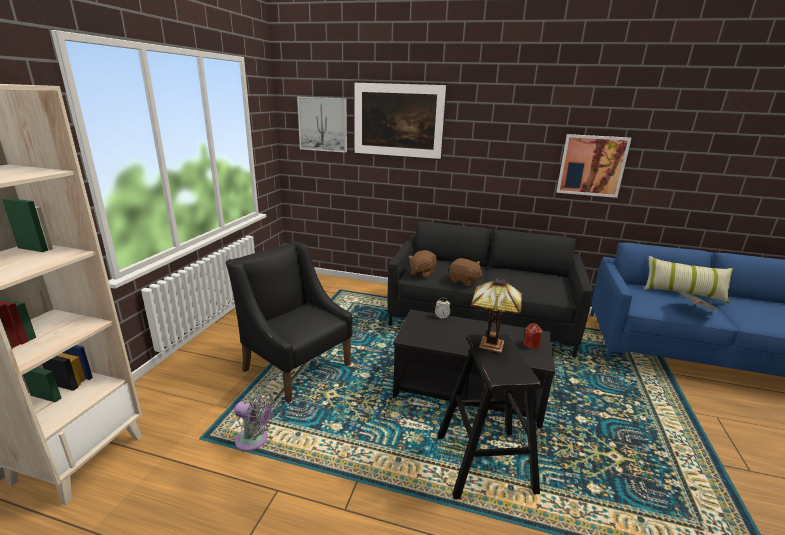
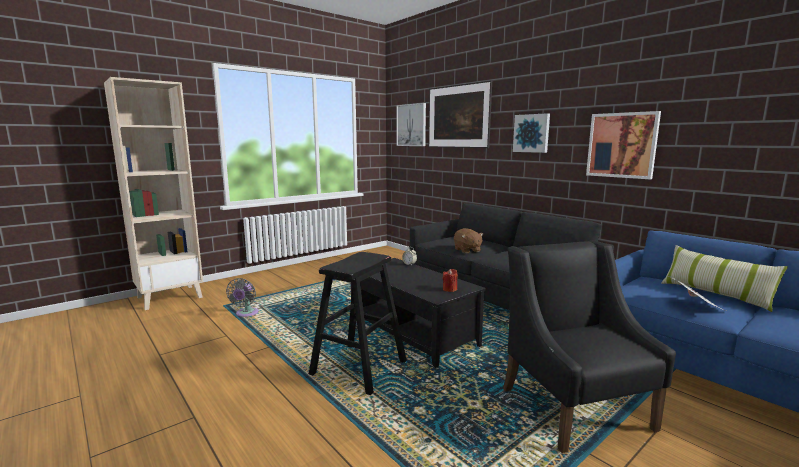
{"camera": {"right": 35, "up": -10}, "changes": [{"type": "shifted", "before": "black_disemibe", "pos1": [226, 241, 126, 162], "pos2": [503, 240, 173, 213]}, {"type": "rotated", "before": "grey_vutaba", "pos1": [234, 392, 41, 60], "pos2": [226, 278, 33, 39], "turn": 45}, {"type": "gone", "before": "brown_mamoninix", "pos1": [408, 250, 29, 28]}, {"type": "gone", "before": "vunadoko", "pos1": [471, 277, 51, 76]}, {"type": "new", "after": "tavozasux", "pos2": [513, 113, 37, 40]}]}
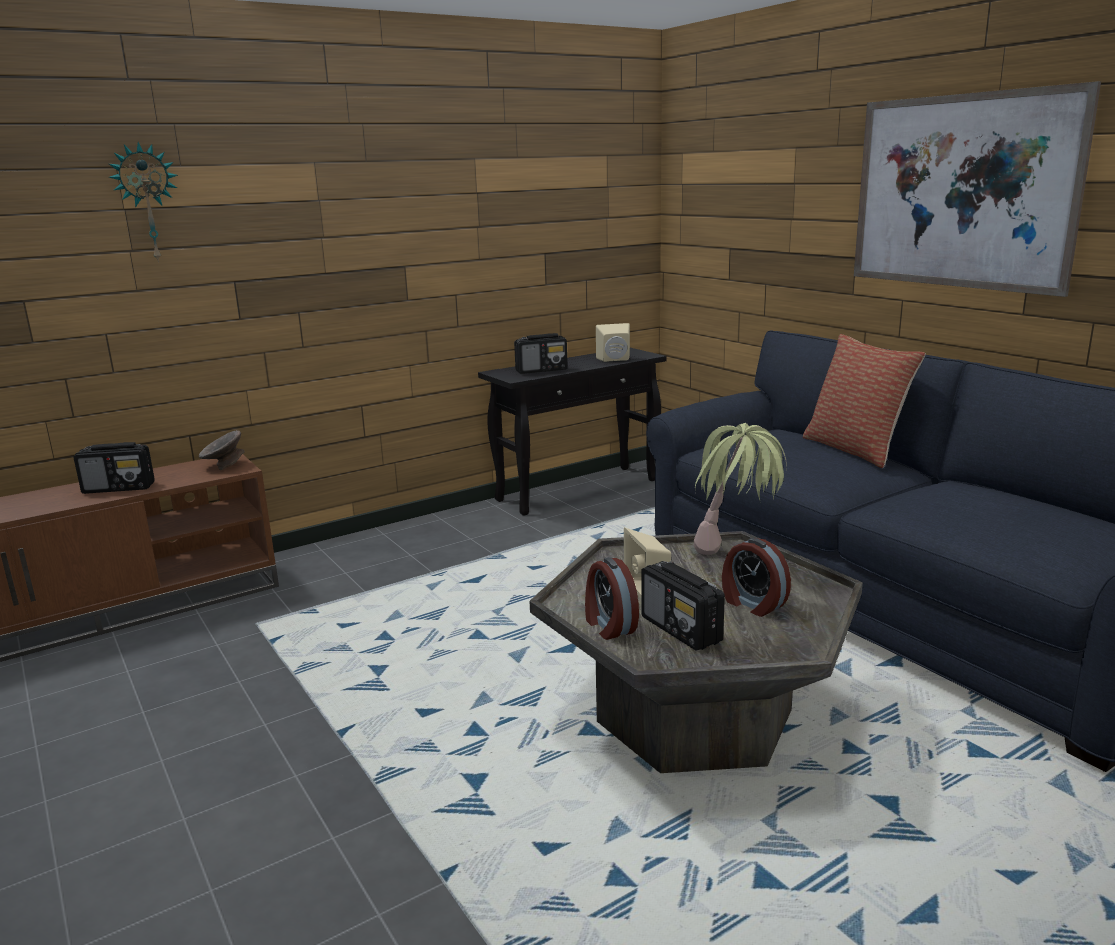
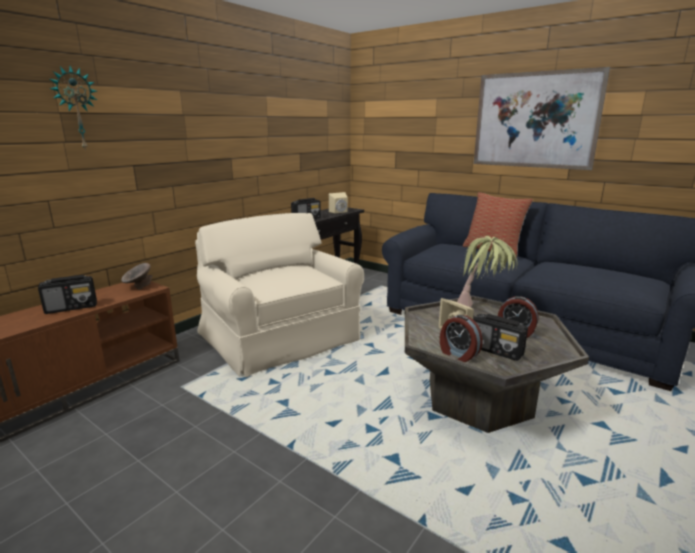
{"camera": {"right": -20, "up": 0}, "changes": [{"type": "new", "after": "beige_disemibe", "pos2": [195, 213, 169, 164]}]}
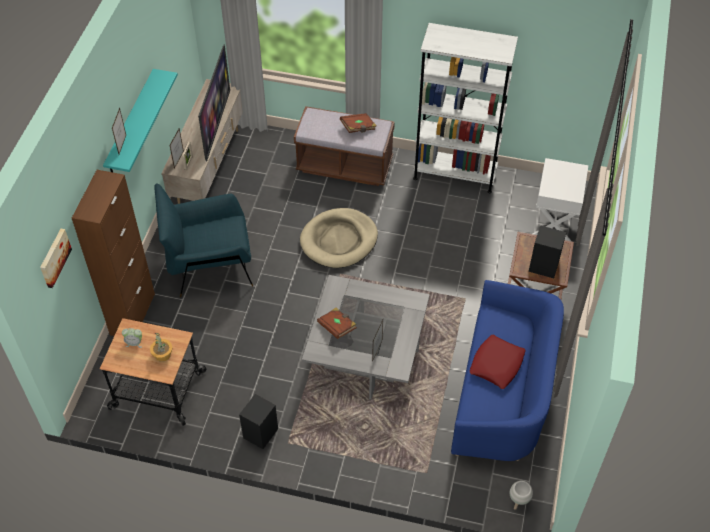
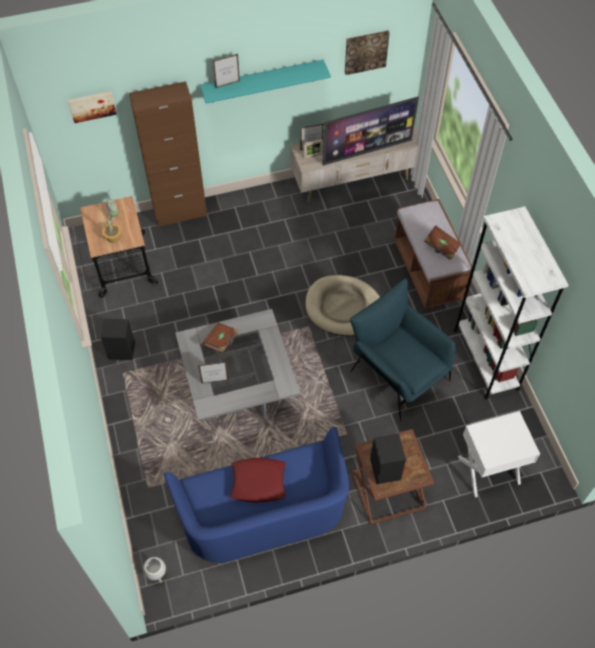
{"camera": {"right": 60, "up": 5}, "changes": [{"type": "shifted", "before": "blue_disemibe", "pos1": [154, 183, 99, 114], "pos2": [350, 278, 106, 143]}, {"type": "new", "after": "tavozasux", "pos2": [345, 30, 45, 45]}]}
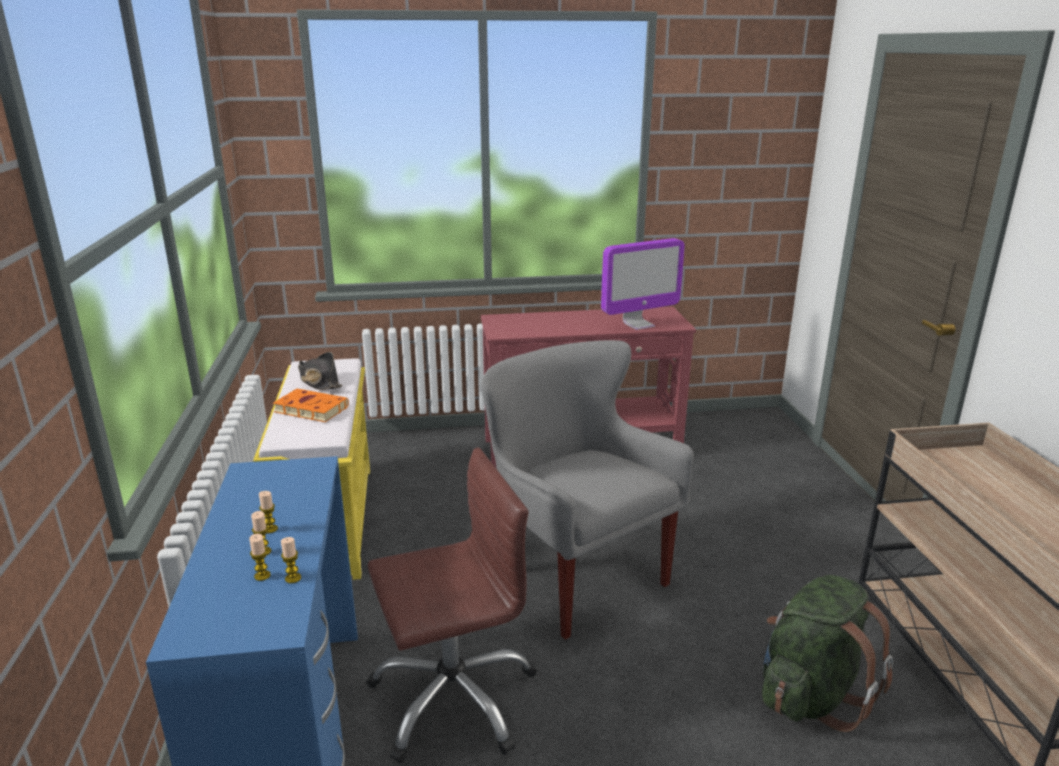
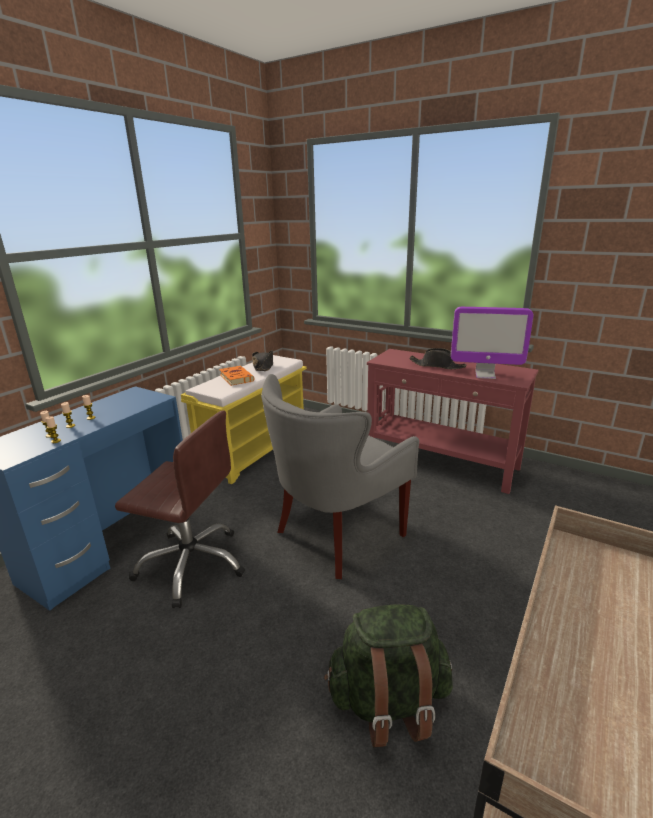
{"camera": {"right": 40, "up": 0}, "changes": [{"type": "rotated", "before": "grey_disemibe", "pos1": [481, 340, 213, 300], "pos2": [261, 374, 158, 205], "turn": -135}, {"type": "new", "after": "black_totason", "pos2": [410, 348, 56, 21]}]}
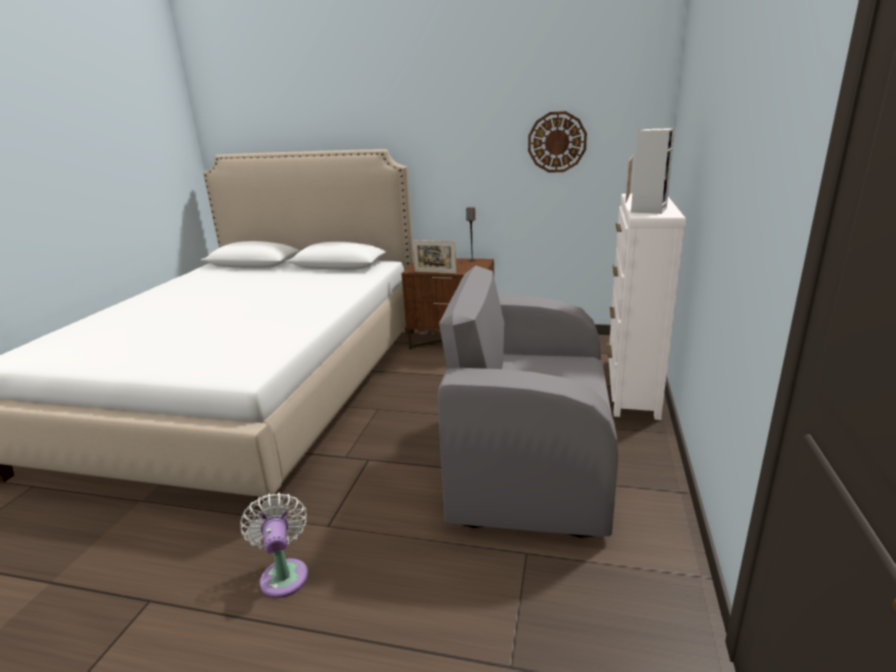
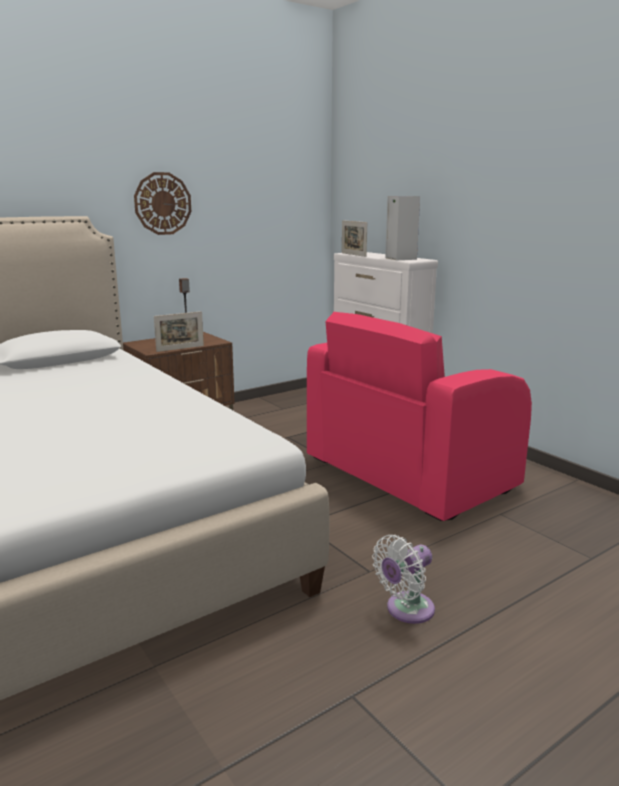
{"camera": {"right": -50, "up": -5}, "changes": [{"type": "rotated", "before": "white_vutaba", "pos1": [240, 493, 68, 105], "pos2": [372, 535, 63, 89], "turn": -60}, {"type": "repainted", "before": "grey_disemibe", "after": "pink_disemibe", "pos1": [438, 265, 180, 273], "pos2": [307, 312, 225, 209]}, {"type": "shifted", "before": "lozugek", "pos1": [528, 111, 59, 61], "pos2": [134, 172, 57, 63]}]}
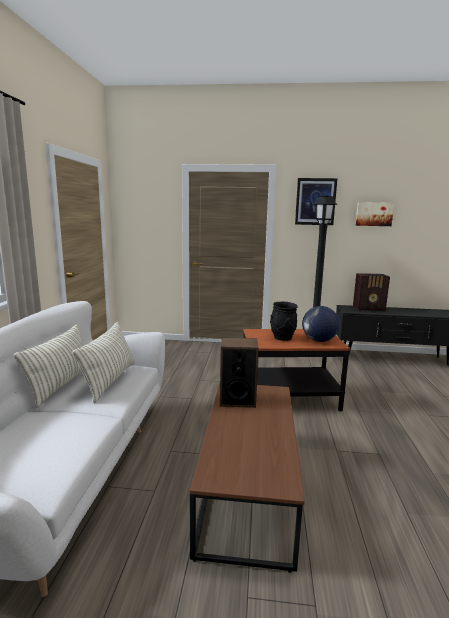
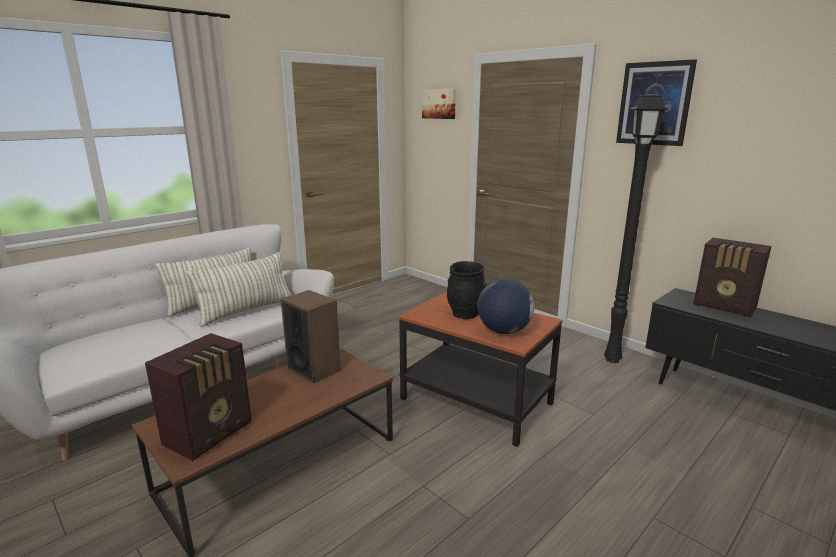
{"camera": {"right": 40, "up": 5}, "changes": [{"type": "shifted", "before": "tavozasux", "pos1": [355, 202, 39, 24], "pos2": [422, 89, 34, 30]}, {"type": "new", "after": "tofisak", "pos2": [145, 333, 107, 128]}]}
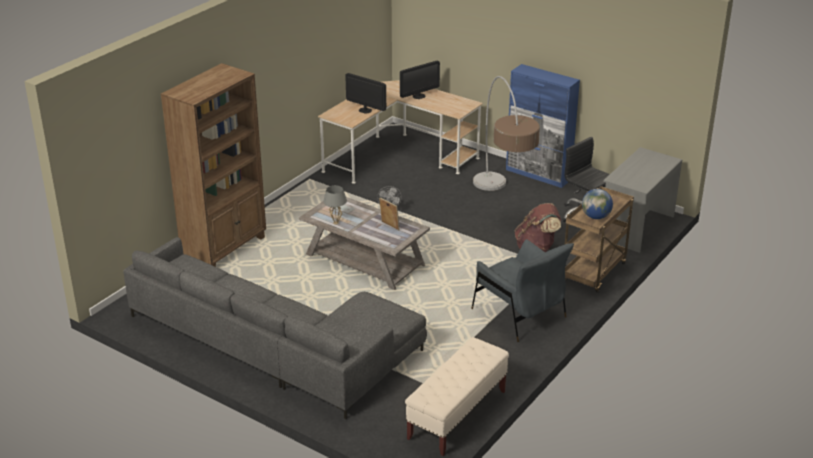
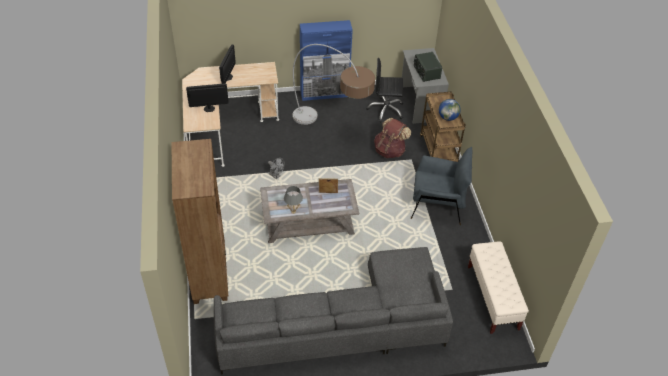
{"camera": {"right": -45, "up": 15}, "changes": [{"type": "new", "after": "tofisak", "pos2": [414, 52, 28, 30]}]}
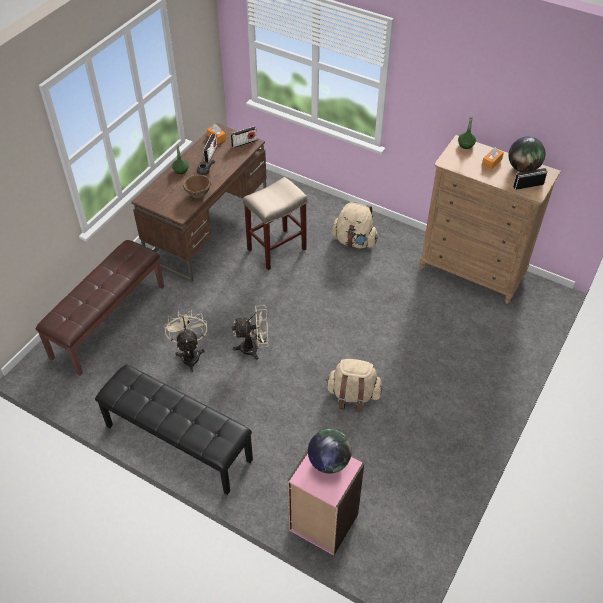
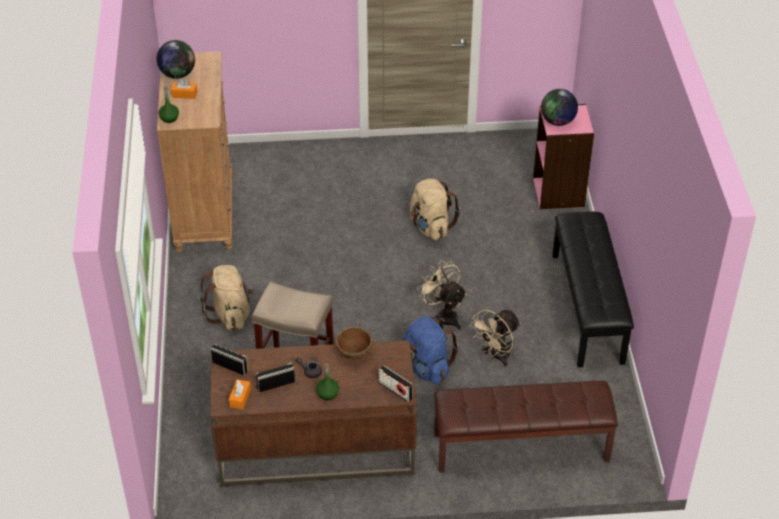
{"camera": {"right": -125, "up": -5}, "changes": [{"type": "shifted", "before": "tofisak", "pos1": [513, 167, 35, 23], "pos2": [379, 365, 34, 37]}, {"type": "new", "after": "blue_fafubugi", "pos2": [403, 317, 56, 67]}]}
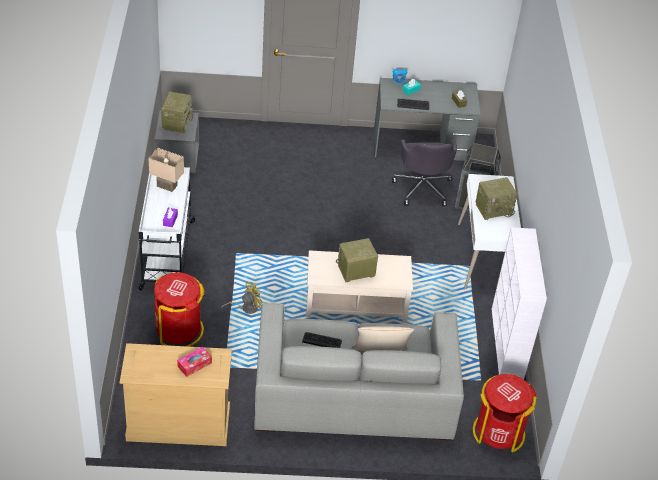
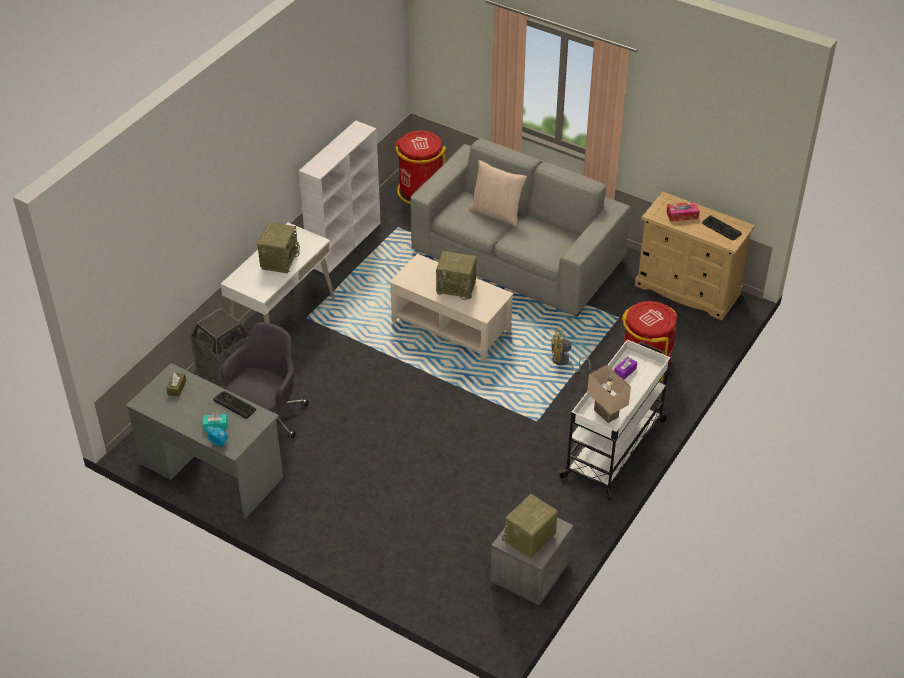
{"camera": {"right": -145, "up": 0}, "changes": [{"type": "shifted", "before": "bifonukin", "pos1": [302, 332, 40, 16], "pos2": [702, 215, 40, 25]}, {"type": "rotated", "before": "tofisak", "pos1": [476, 177, 42, 43], "pos2": [257, 222, 43, 51], "turn": 90}]}
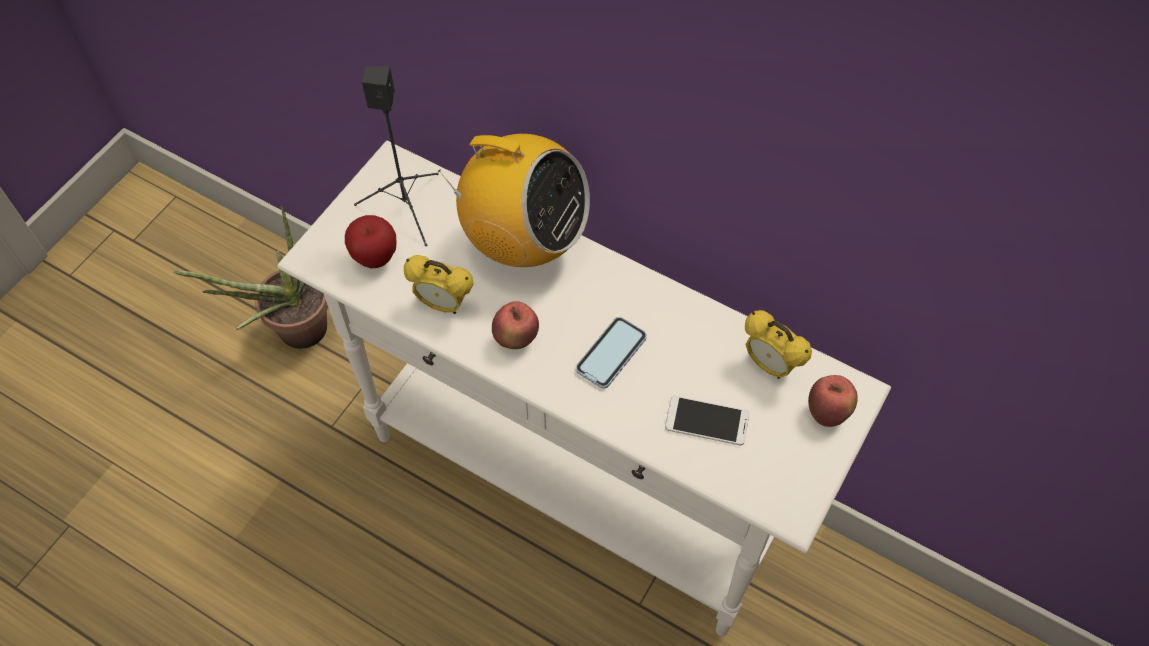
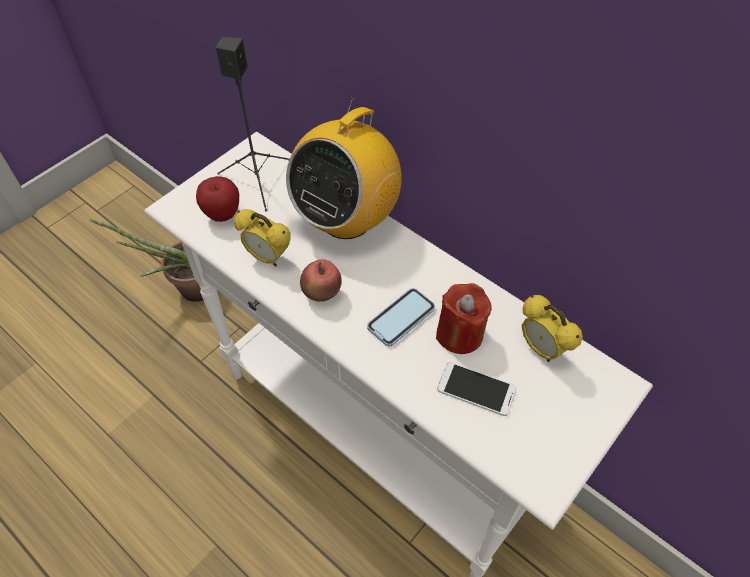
{"camera": {"right": 10, "up": -5}, "changes": [{"type": "rotated", "before": "tofisak", "pos1": [438, 134, 152, 133], "pos2": [286, 97, 116, 142], "turn": 90}, {"type": "gone", "before": "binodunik", "pos1": [808, 375, 50, 52]}, {"type": "new", "after": "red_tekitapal", "pos2": [436, 283, 56, 71]}]}
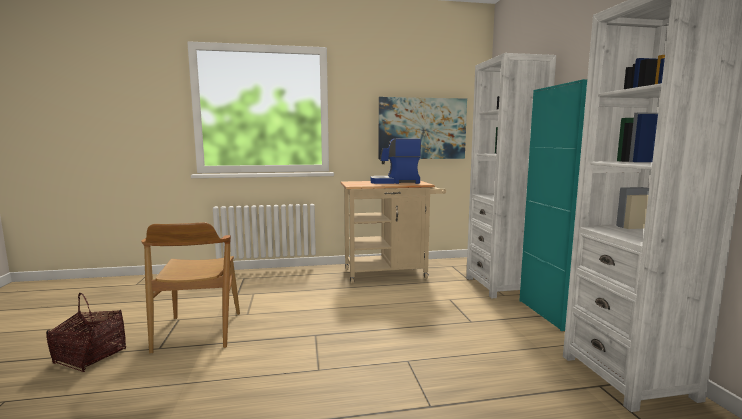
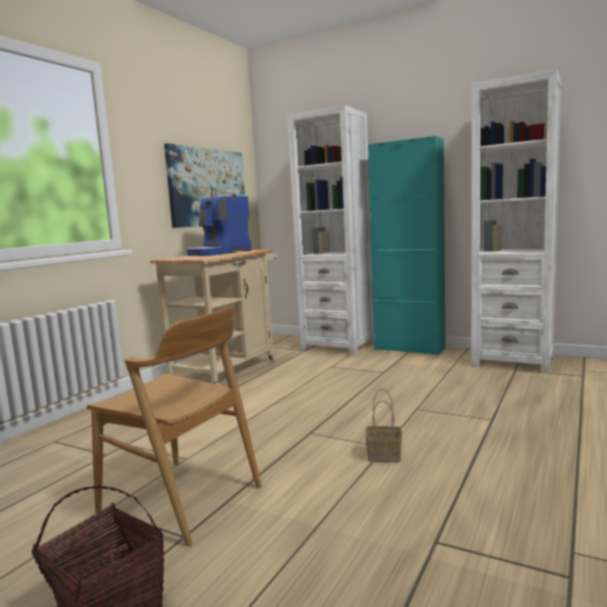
{"camera": {"right": -50, "up": 0}, "changes": [{"type": "new", "after": "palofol", "pos2": [365, 389, 37, 73]}]}
